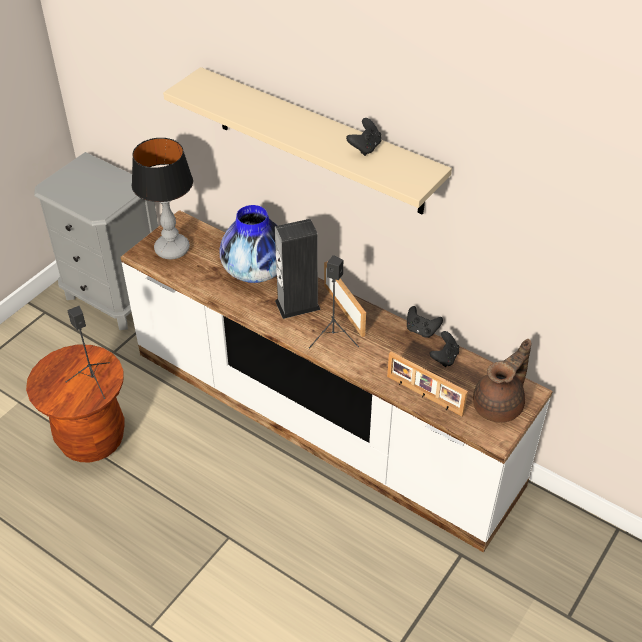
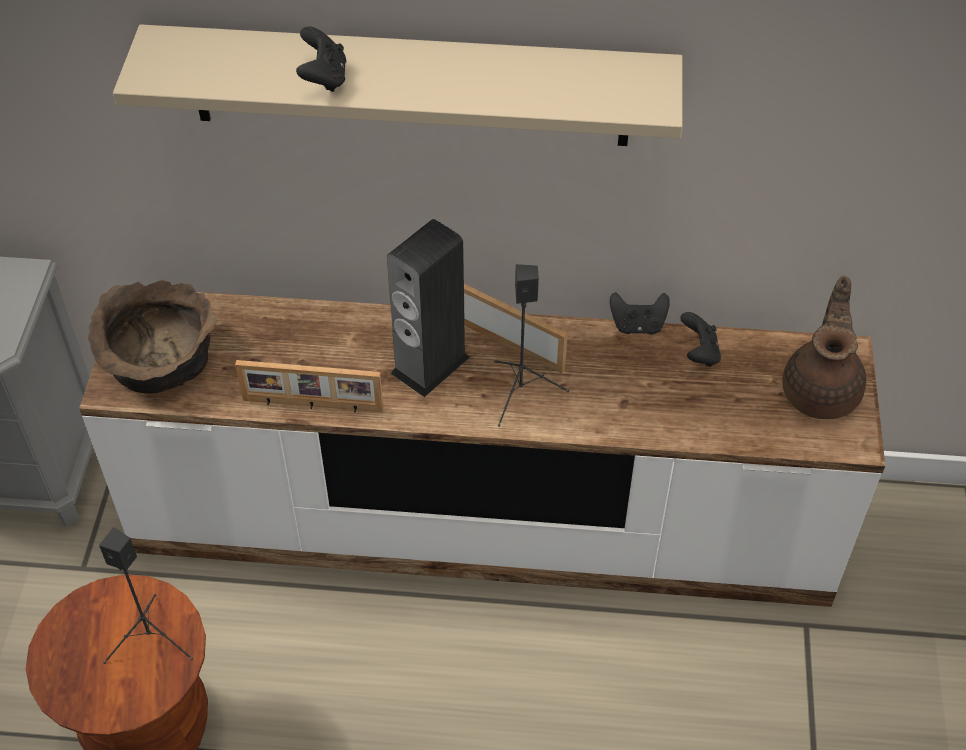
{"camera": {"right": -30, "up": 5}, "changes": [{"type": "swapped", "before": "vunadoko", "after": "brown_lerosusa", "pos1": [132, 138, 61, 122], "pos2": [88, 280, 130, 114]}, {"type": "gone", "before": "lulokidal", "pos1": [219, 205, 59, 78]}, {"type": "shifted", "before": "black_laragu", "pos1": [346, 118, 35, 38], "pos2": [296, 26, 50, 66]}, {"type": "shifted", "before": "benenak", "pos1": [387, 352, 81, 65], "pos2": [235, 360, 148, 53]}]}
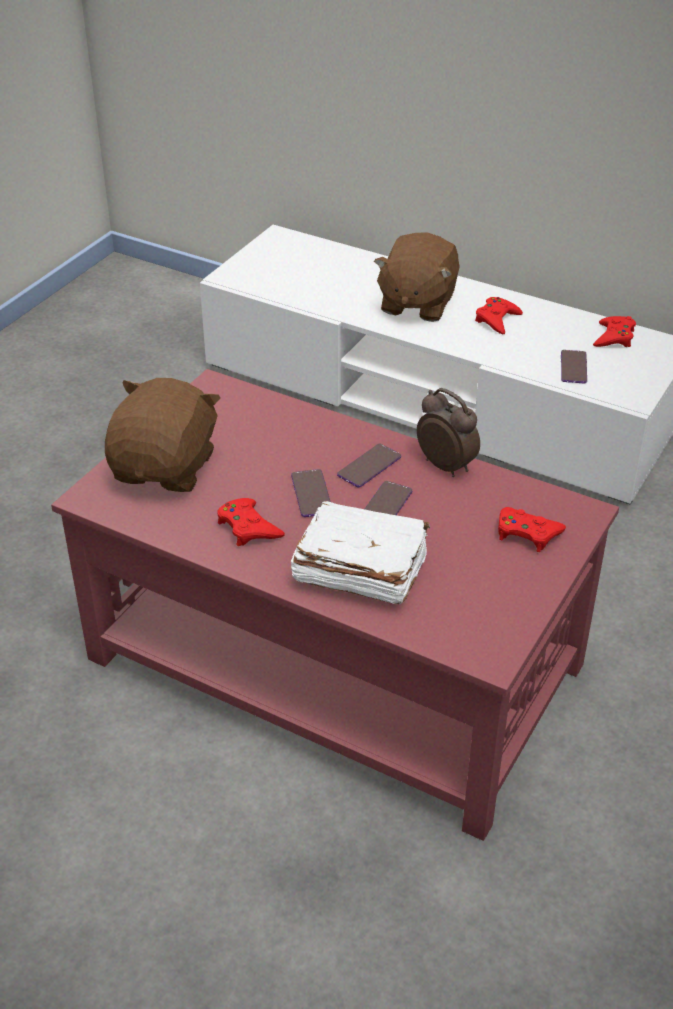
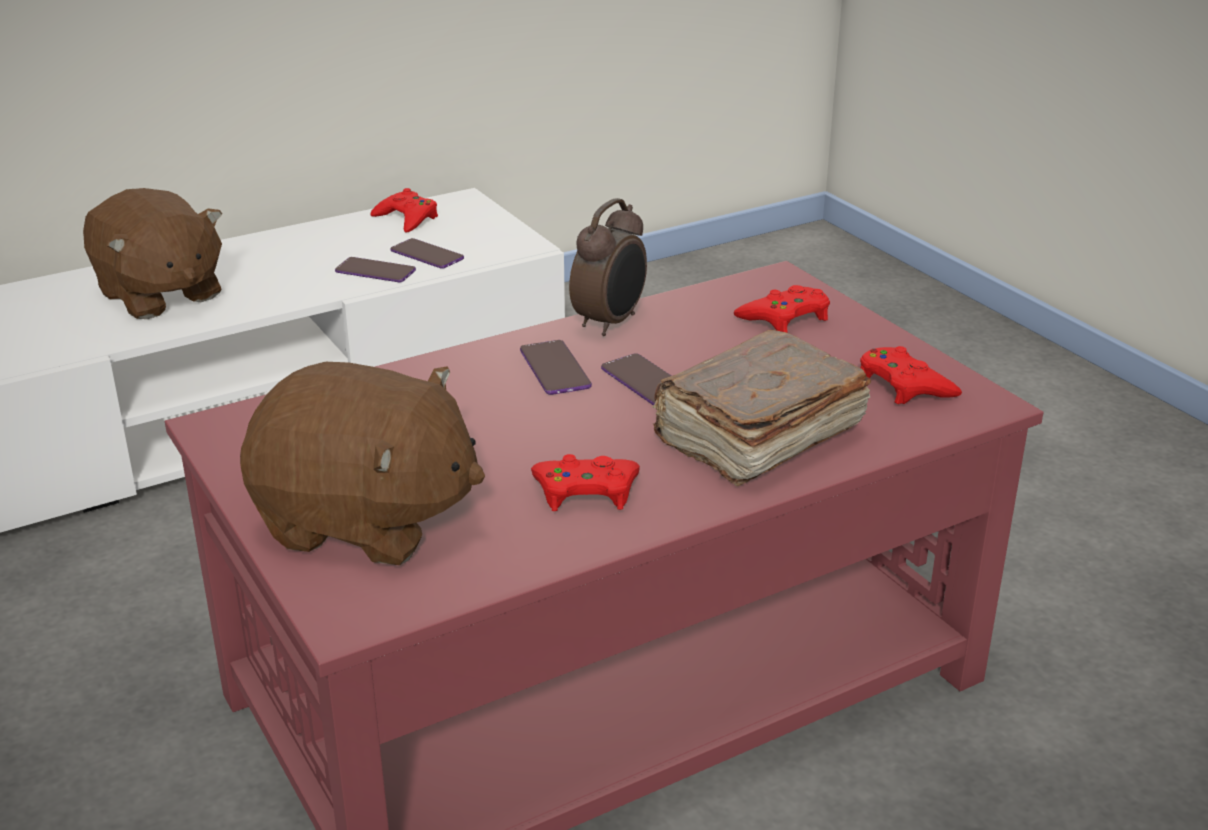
{"camera": {"right": -60, "up": -10}, "changes": [{"type": "rotated", "before": "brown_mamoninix", "pos1": [105, 378, 115, 114], "pos2": [240, 362, 245, 203], "turn": 150}, {"type": "shifted", "before": "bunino", "pos1": [291, 469, 40, 48], "pos2": [335, 257, 81, 25]}, {"type": "repainted", "before": "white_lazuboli", "after": "brown_lazuboli", "pos1": [291, 501, 139, 103], "pos2": [652, 330, 219, 156]}, {"type": "rotated", "before": "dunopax", "pos1": [417, 388, 63, 89], "pos2": [569, 198, 78, 138], "turn": 135}, {"type": "shifted", "before": "red_laragu", "pos1": [475, 297, 48, 37], "pos2": [860, 346, 102, 58]}]}
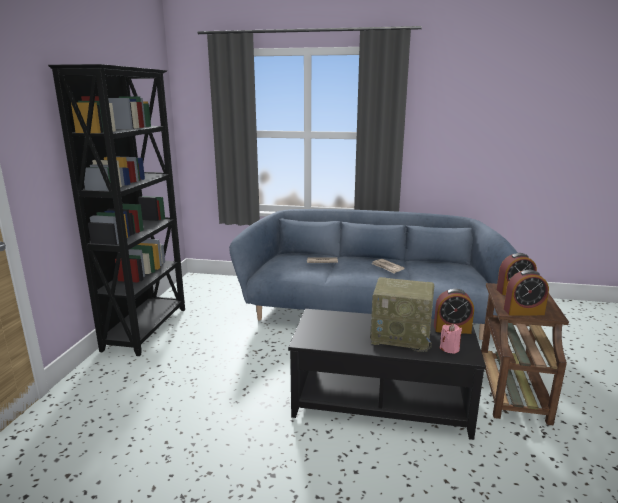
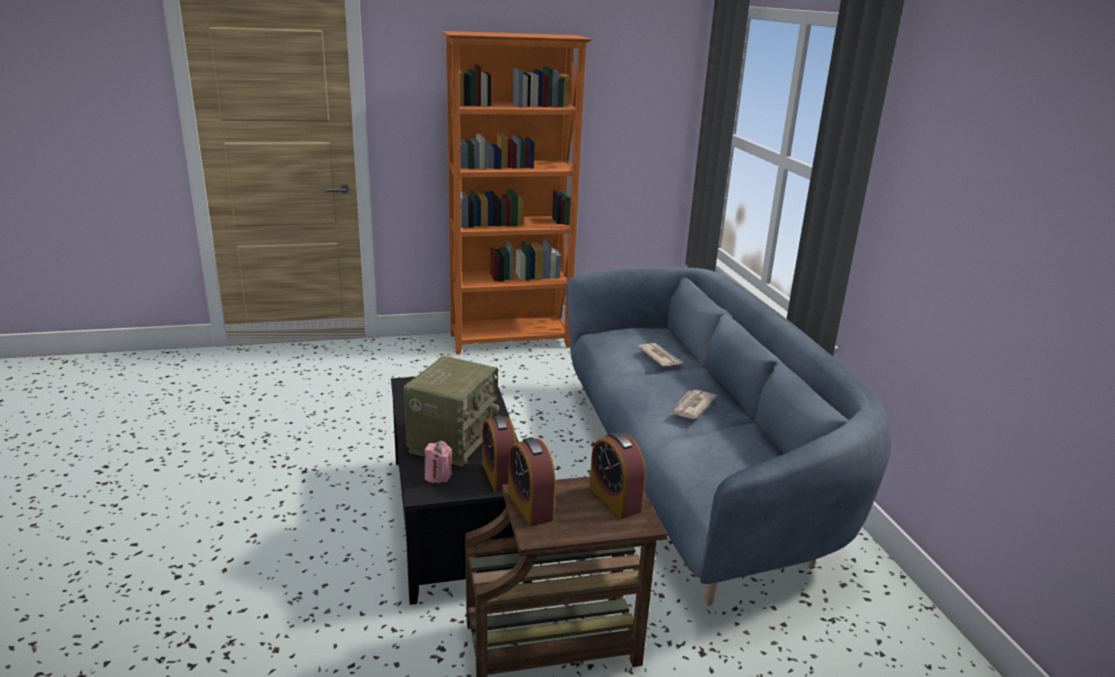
{"camera": {"right": 65, "up": 5}, "changes": [{"type": "repainted", "before": "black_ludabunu", "after": "orange_ludabunu", "pos1": [48, 64, 137, 292], "pos2": [441, 31, 151, 324]}, {"type": "rotated", "before": "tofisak", "pos1": [370, 277, 64, 75], "pos2": [404, 356, 96, 111], "turn": -150}]}
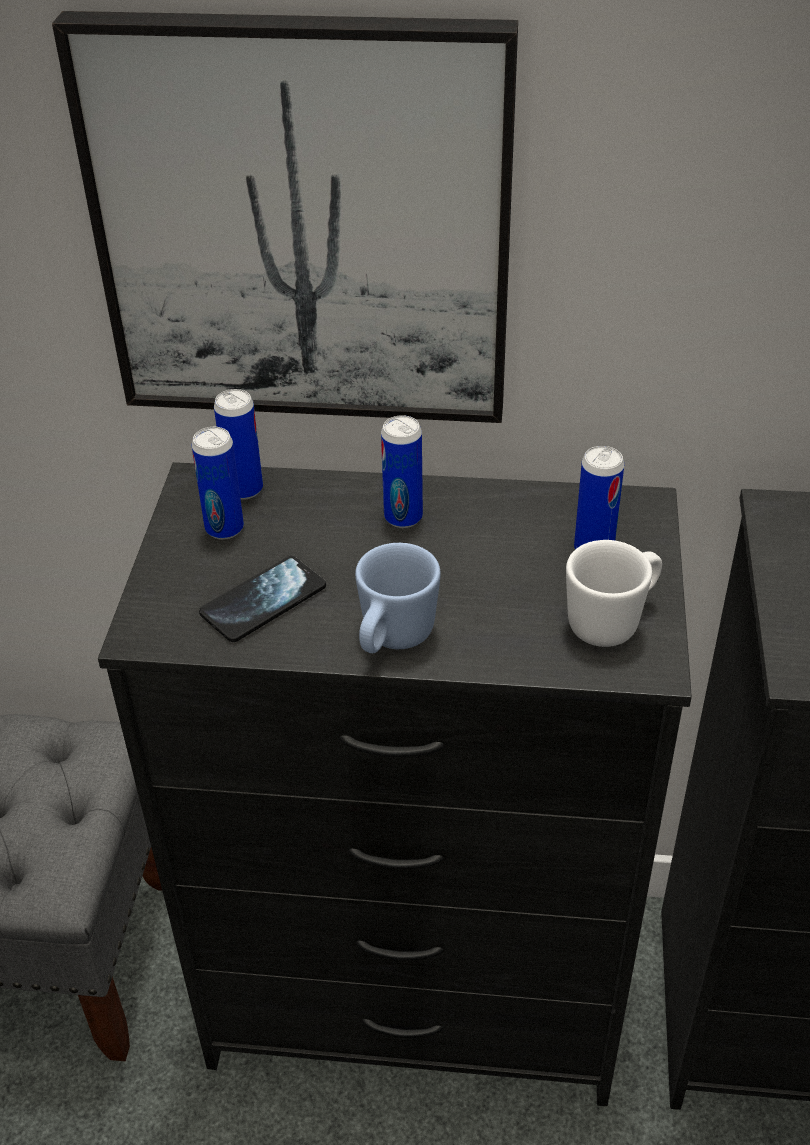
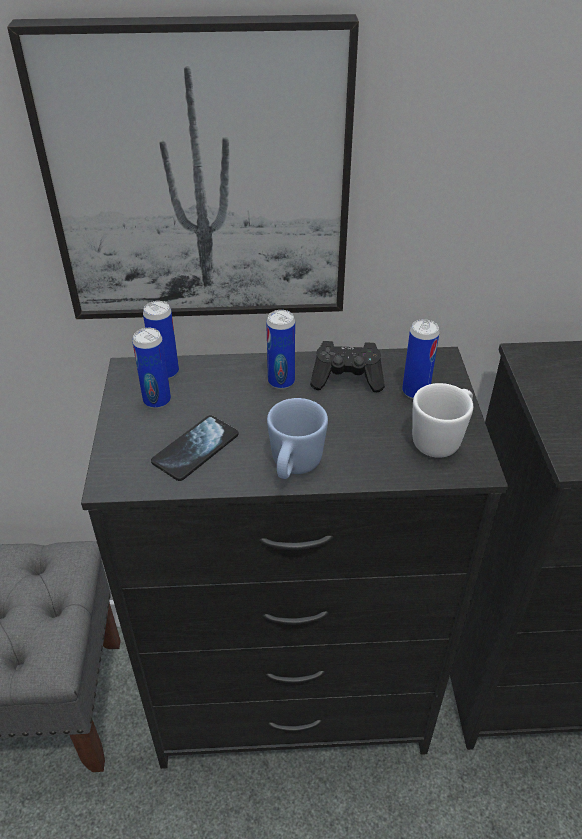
{"camera": {"right": -10, "up": 0}, "changes": [{"type": "new", "after": "black_laragu", "pos2": [310, 341, 75, 51]}]}
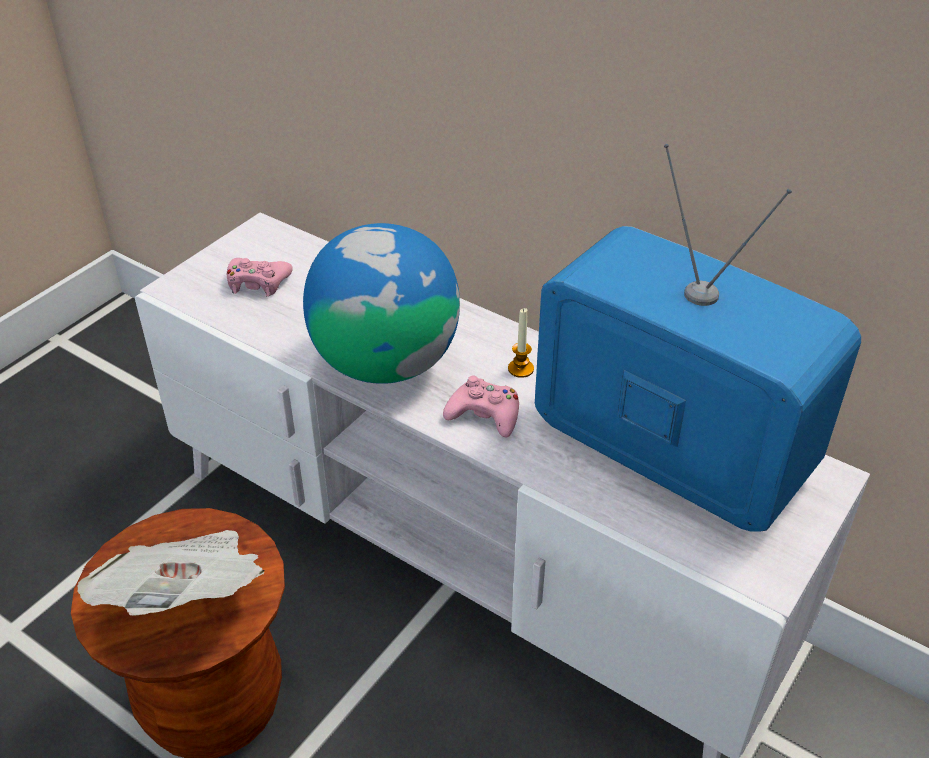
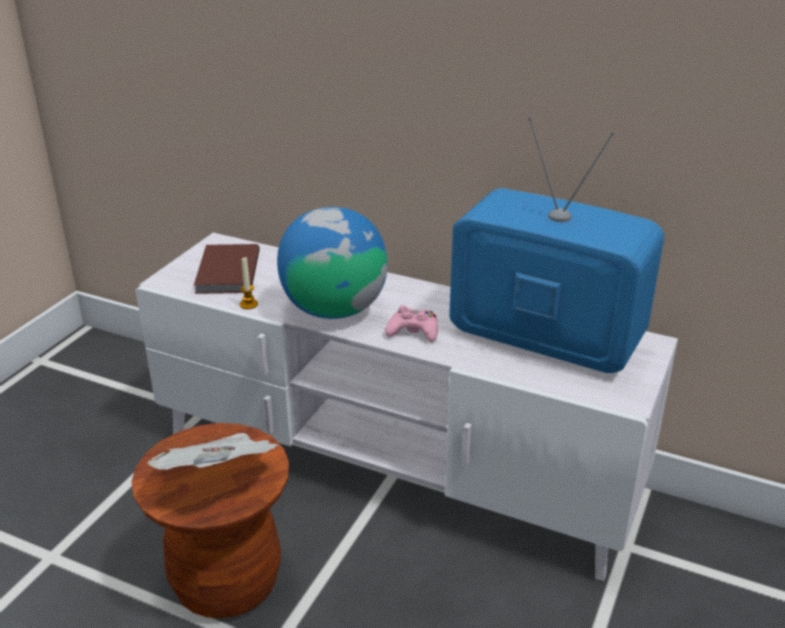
{"camera": {"right": -10, "up": -10}, "changes": [{"type": "swapped", "before": "pink_laragu", "after": "brown_lazuboli", "pos1": [227, 258, 66, 39], "pos2": [194, 244, 66, 50]}, {"type": "shifted", "before": "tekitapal", "pos1": [508, 308, 26, 70], "pos2": [240, 257, 18, 52]}]}
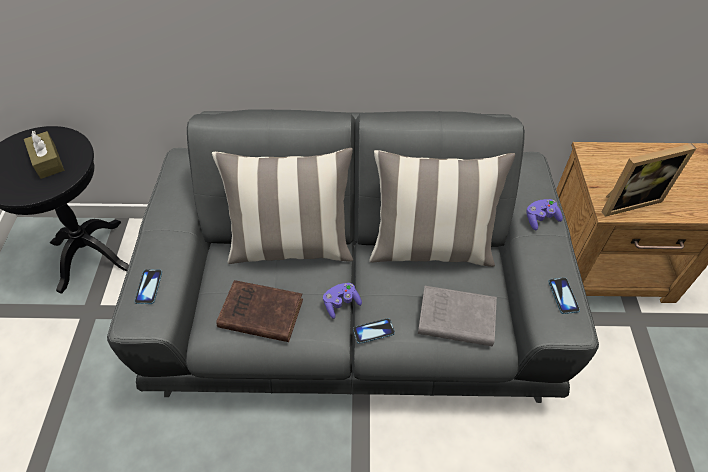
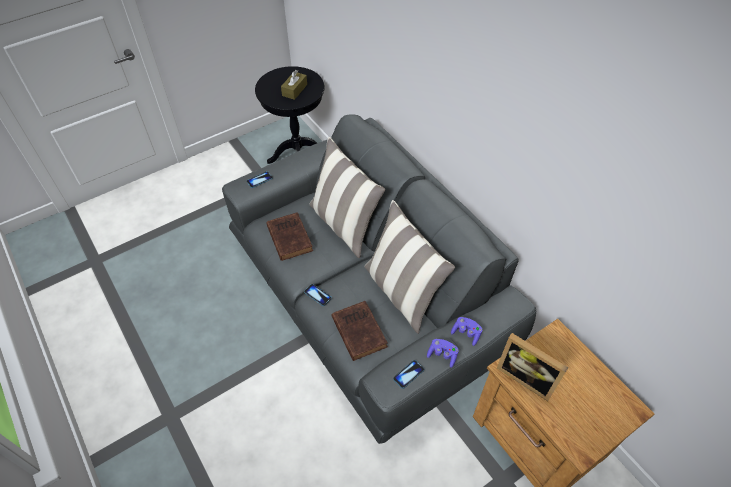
{"camera": {"right": 55, "up": 0}, "changes": [{"type": "shifted", "before": "purple_laragu", "pos1": [323, 283, 39, 36], "pos2": [427, 339, 32, 29]}, {"type": "repainted", "before": "grey_lazuboli", "after": "brown_lazuboli", "pos1": [418, 286, 79, 60], "pos2": [332, 301, 56, 60]}]}
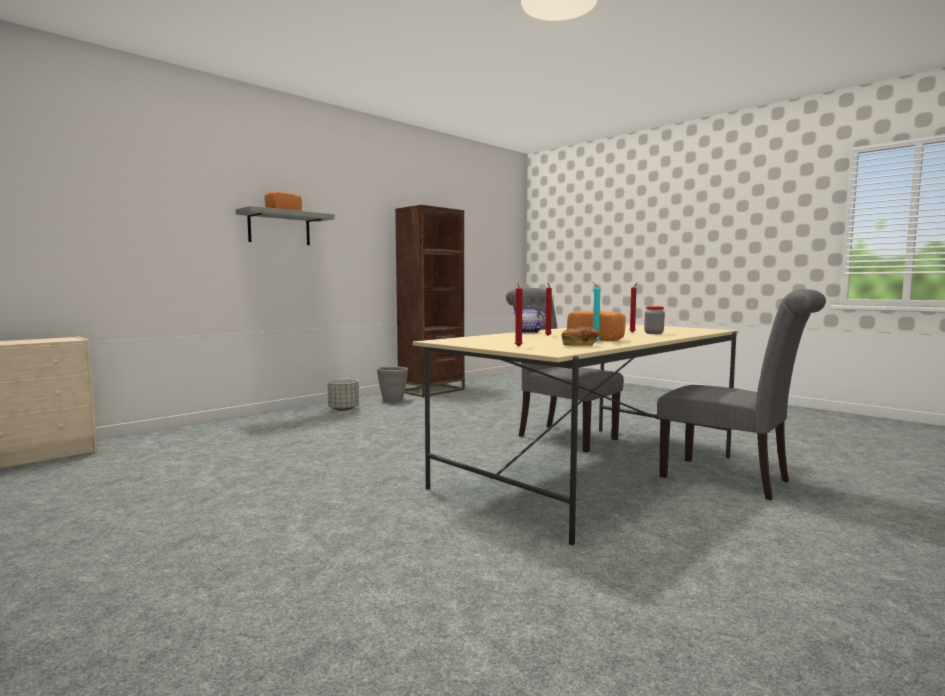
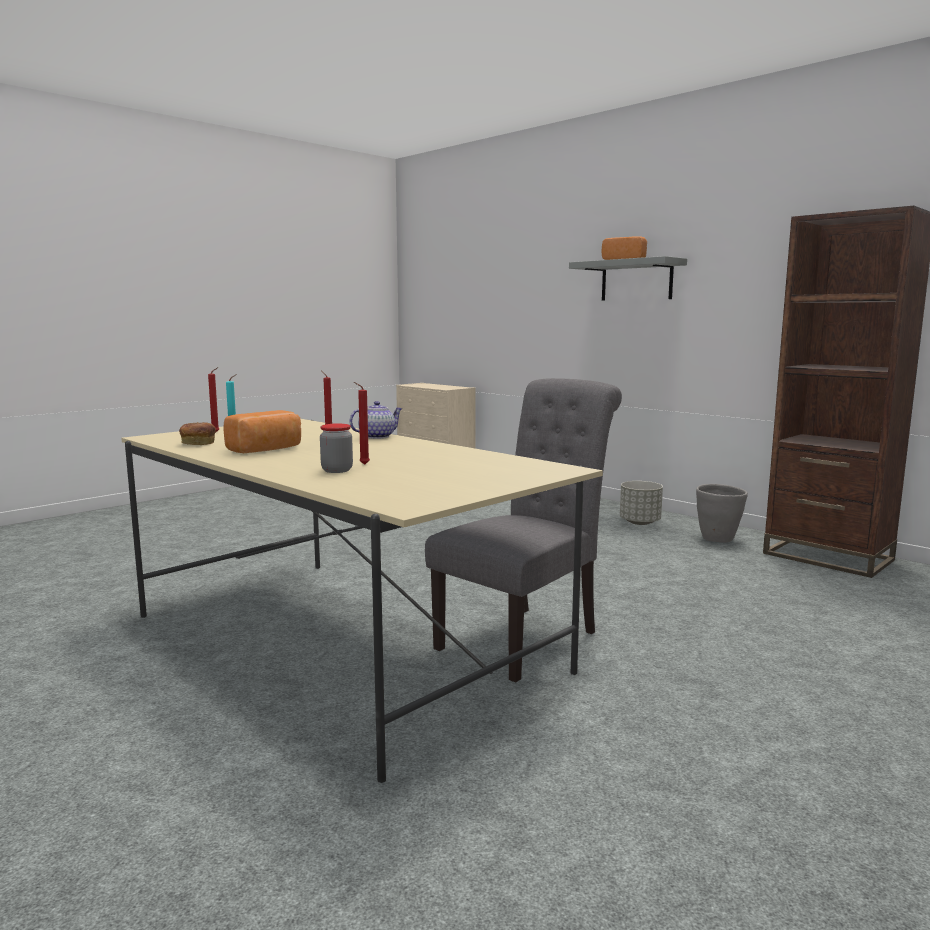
{"camera": {"right": 90, "up": 5}, "changes": [{"type": "gone", "before": "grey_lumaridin", "pos1": [657, 289, 169, 212]}]}
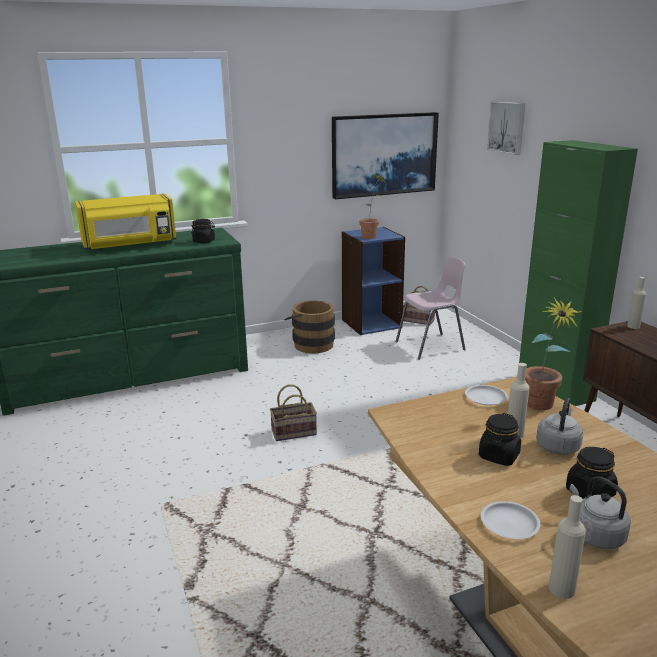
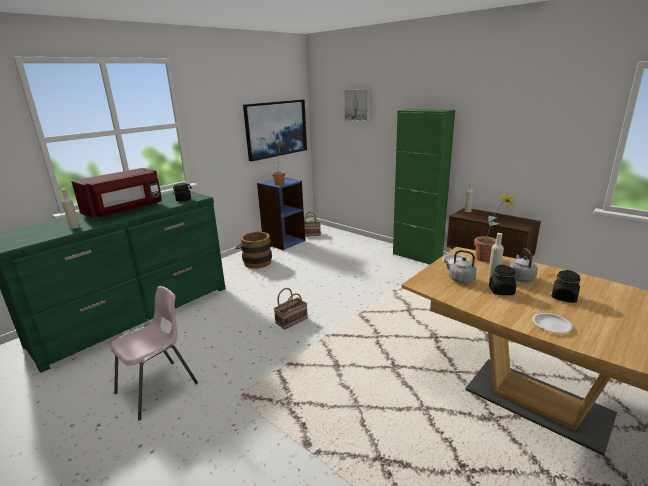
{"camera": {"right": -25, "up": 0}, "changes": [{"type": "repainted", "before": "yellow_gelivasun", "after": "red_gelivasun", "pos1": [75, 194, 101, 57], "pos2": [71, 168, 91, 51]}, {"type": "shifted", "before": "pink_lumaridin", "pos1": [395, 257, 71, 103], "pos2": [111, 286, 87, 135]}, {"type": "shifted", "before": "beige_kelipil", "pos1": [549, 495, 37, 104], "pos2": [61, 189, 19, 40]}, {"type": "shifted", "before": "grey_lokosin", "pos1": [569, 476, 62, 73], "pos2": [444, 250, 33, 33]}]}
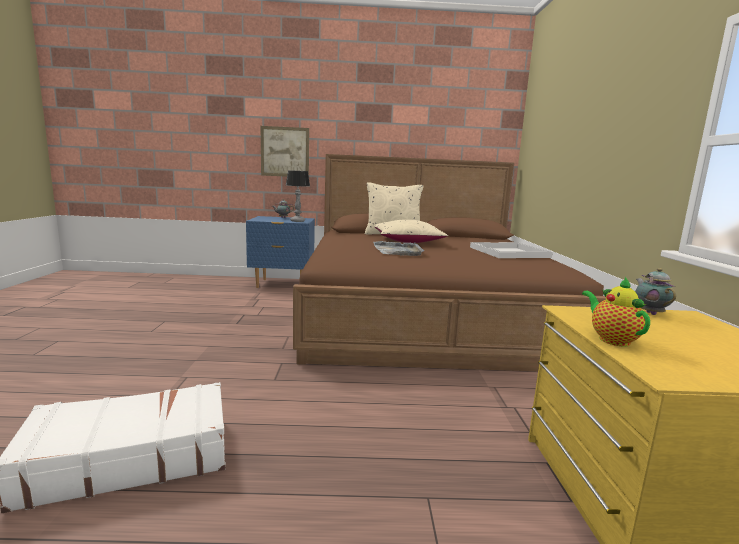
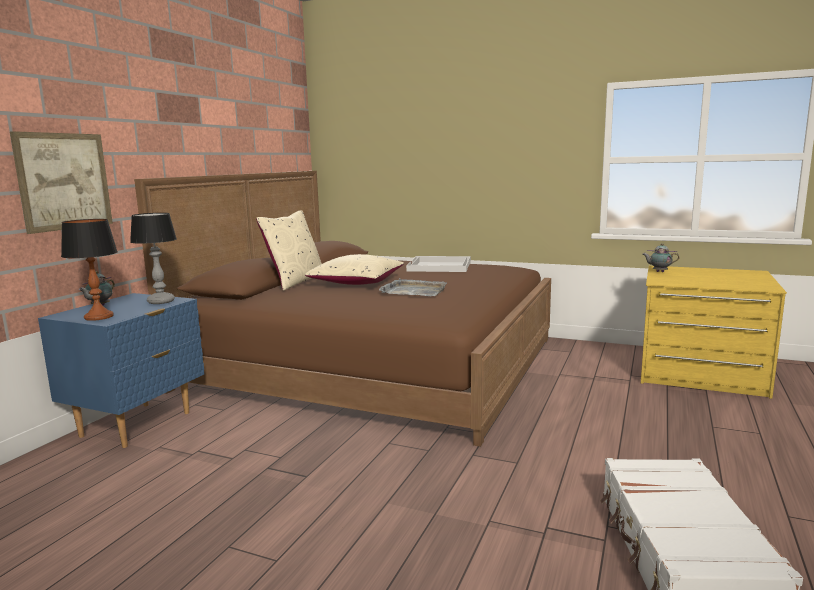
{"camera": {"right": -65, "up": 0}, "changes": [{"type": "gone", "before": "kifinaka", "pos1": [582, 277, 68, 69]}, {"type": "new", "after": "vunadoko", "pos2": [61, 219, 57, 102]}]}
